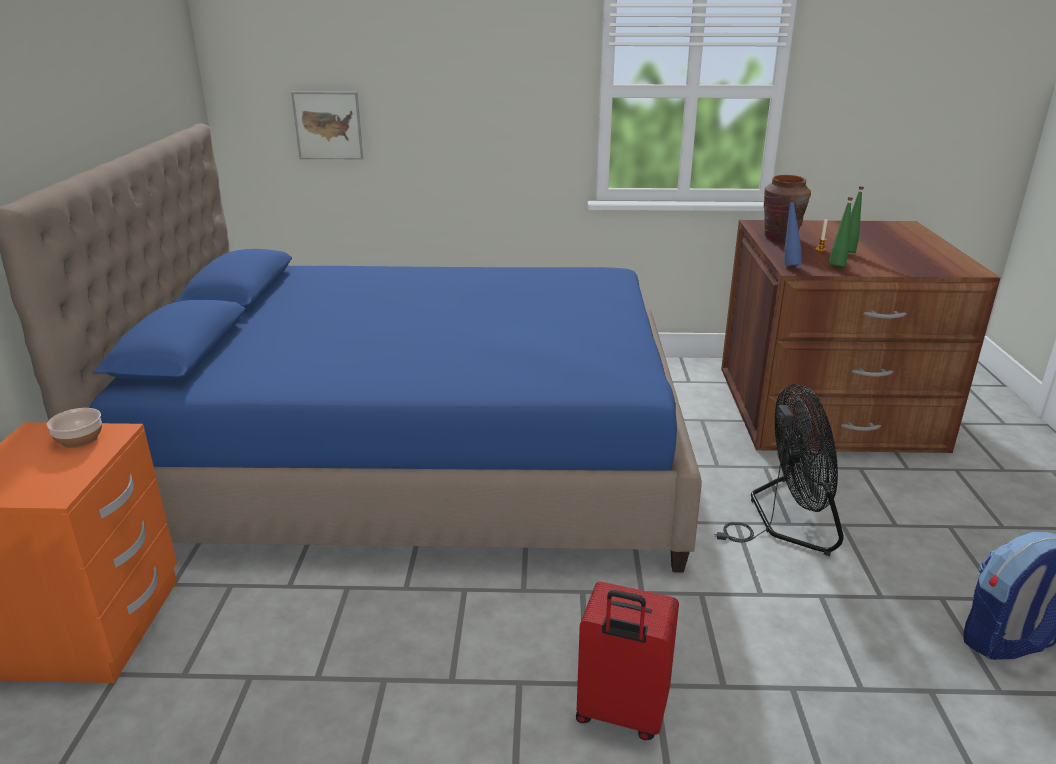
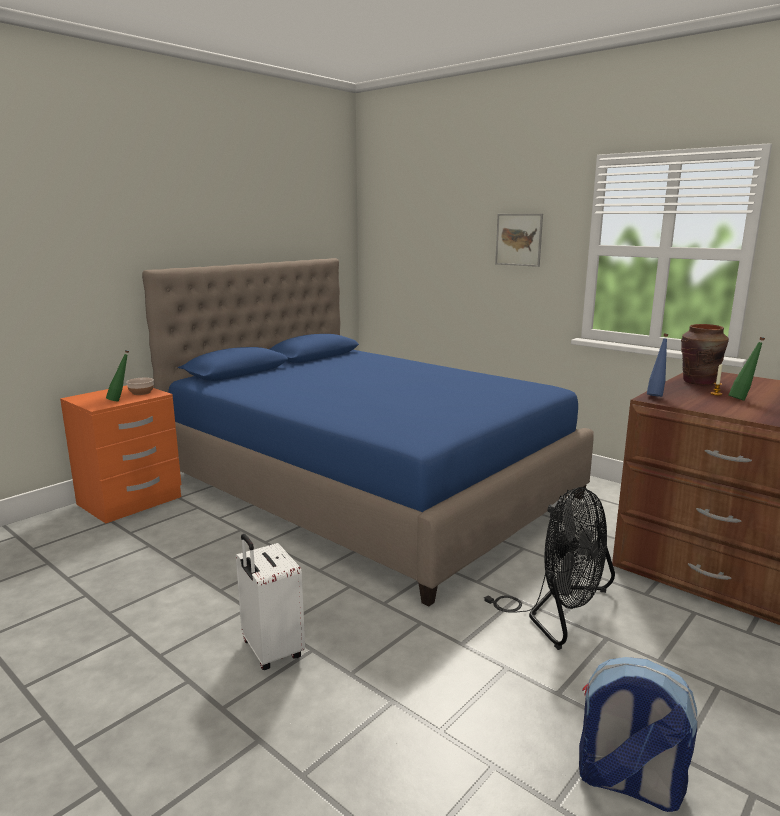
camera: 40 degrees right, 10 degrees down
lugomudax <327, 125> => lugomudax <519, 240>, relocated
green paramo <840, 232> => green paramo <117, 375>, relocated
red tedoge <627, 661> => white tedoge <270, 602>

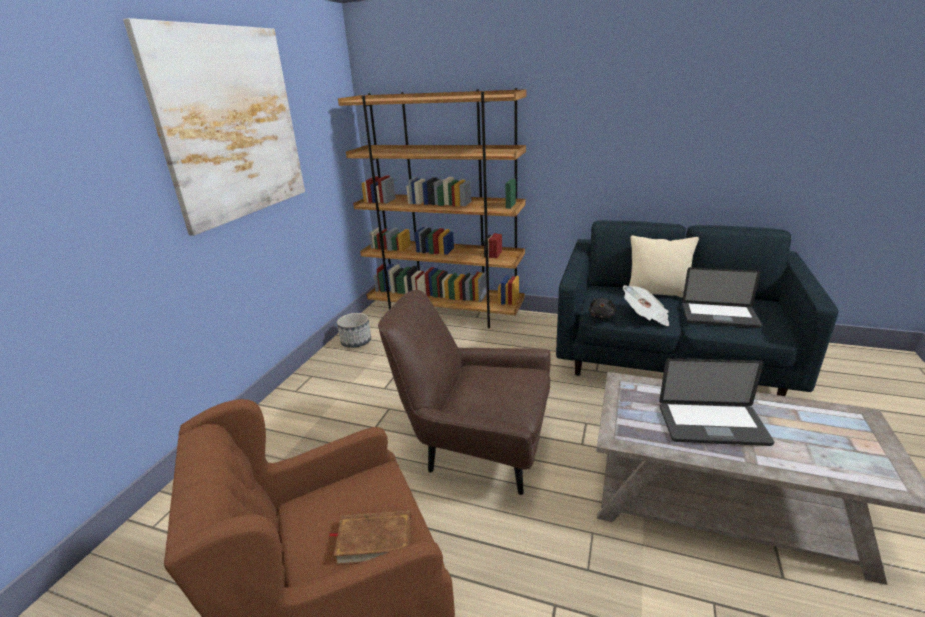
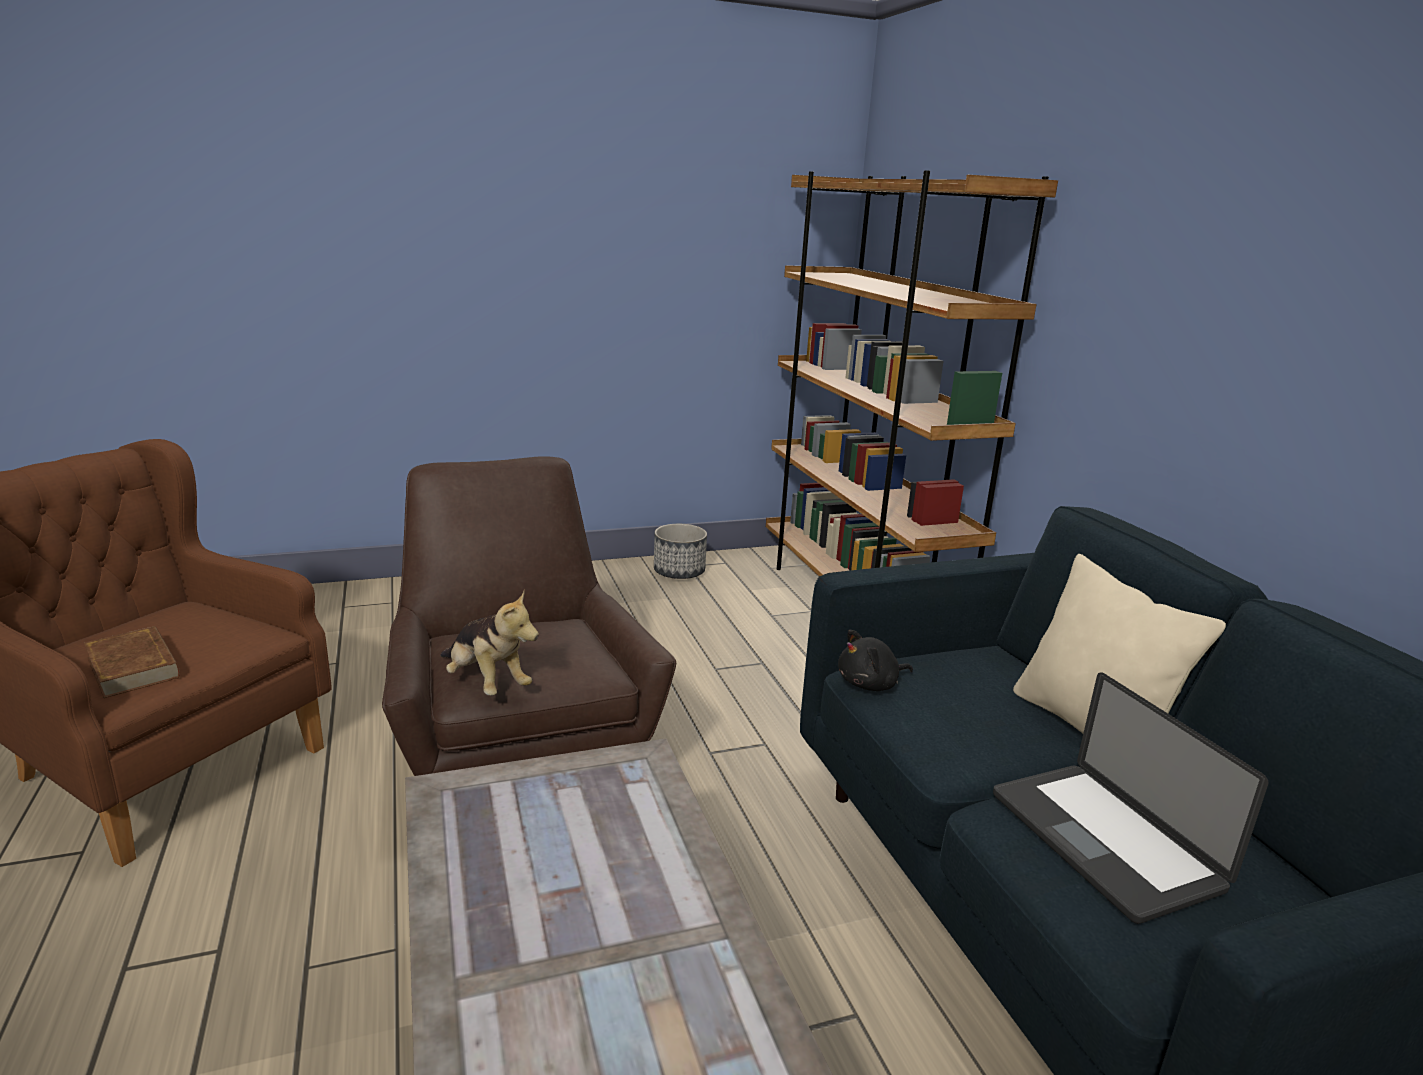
camera: 50 degrees right, 5 degrees down
lugomudax <214, 127> => nothing
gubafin <646, 305> => nothing
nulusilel <716, 402> => nothing
nothing => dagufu <489, 643>

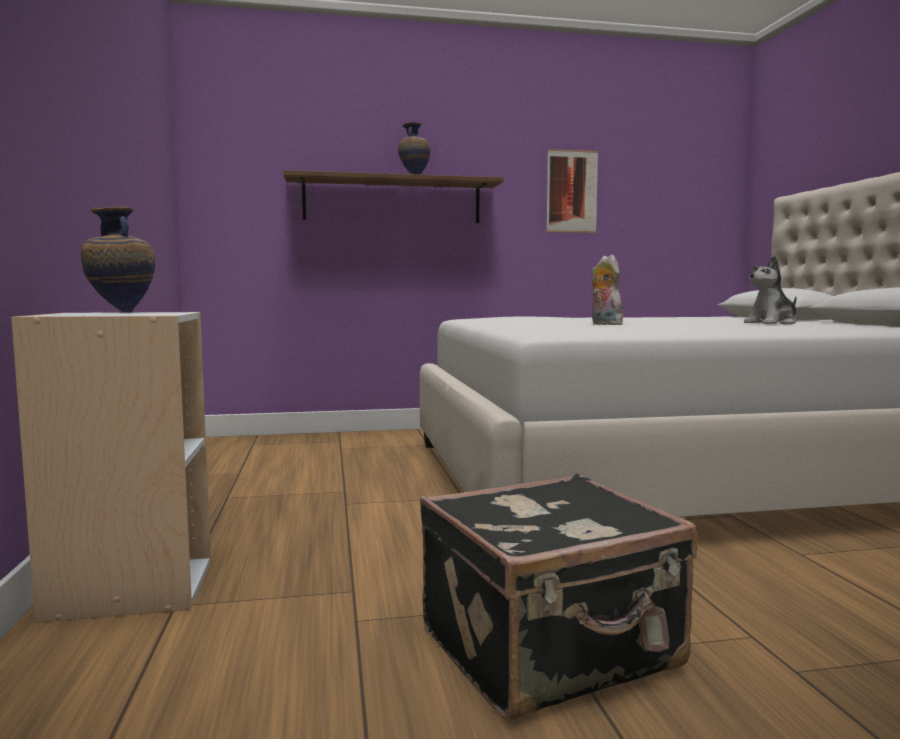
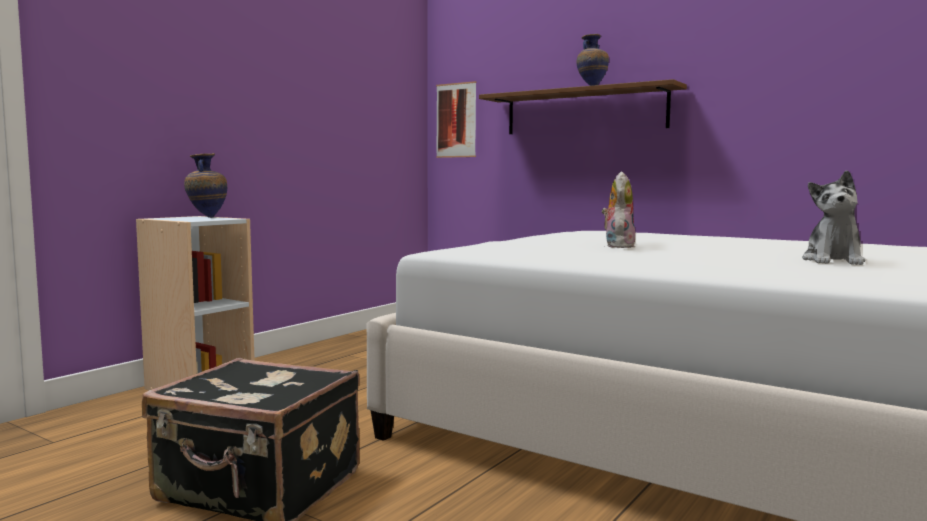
camera: 45 degrees right, 0 degrees up
lugomudax <572, 191> => lugomudax <456, 119>, relocated
dagufu <770, 290> => dagufu <834, 217>, 90 degrees counterclockwise

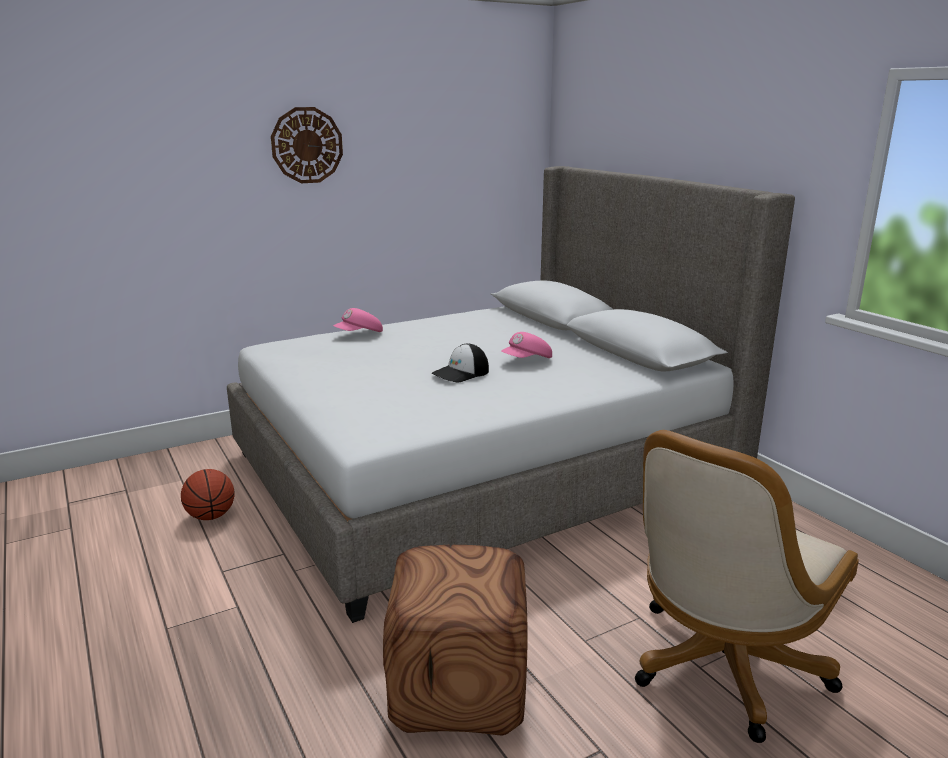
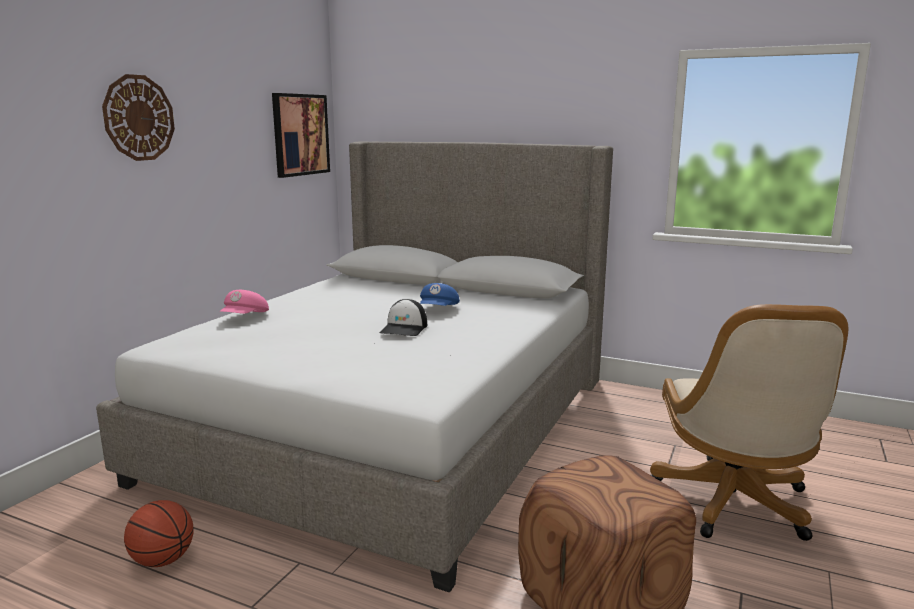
camera: 35 degrees left, 5 degrees down
nothing => lugomudax <301, 135>
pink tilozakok <526, 345> => blue tilozakok <440, 294>

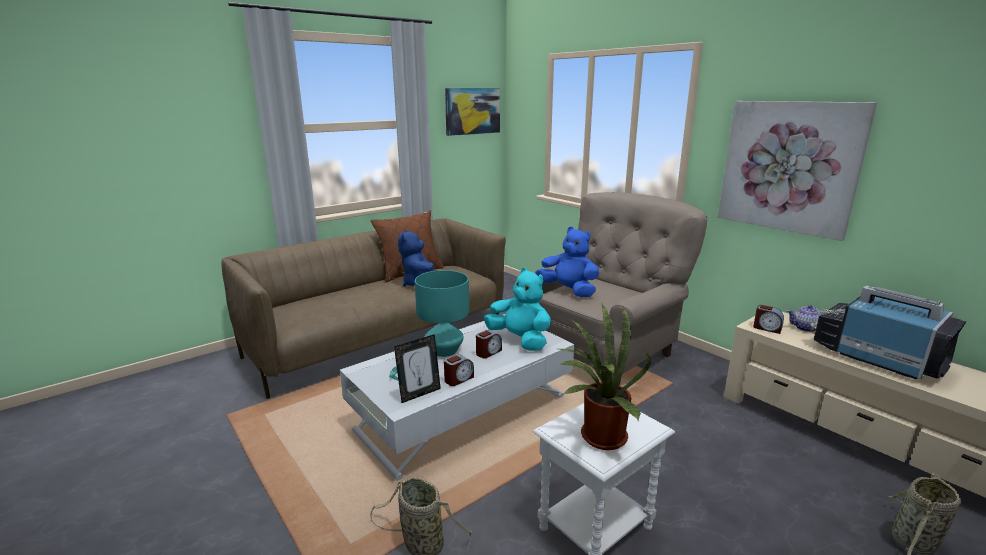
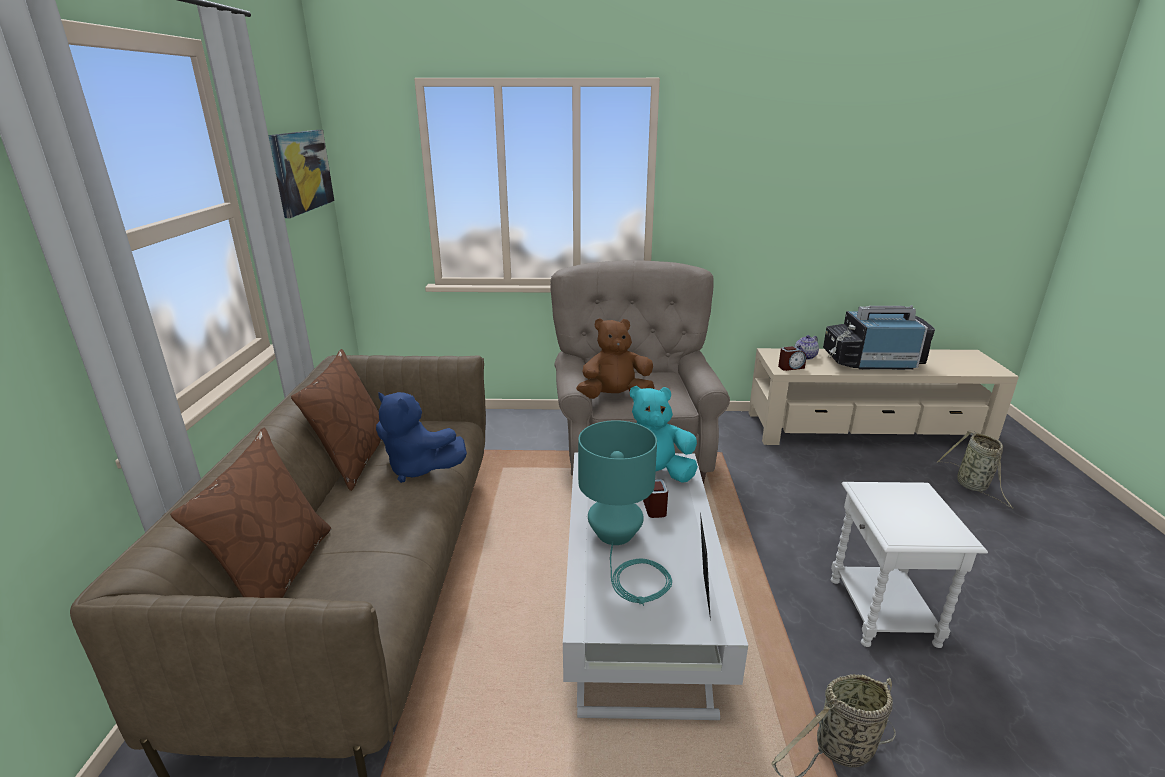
camera: 50 degrees left, 5 degrees up
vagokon <459, 370> => nothing
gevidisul <605, 377> => nothing
lugomudax <797, 171> => nothing
nothing => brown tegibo <250, 513>
blue dagufu <567, 262> => brown dagufu <615, 358>

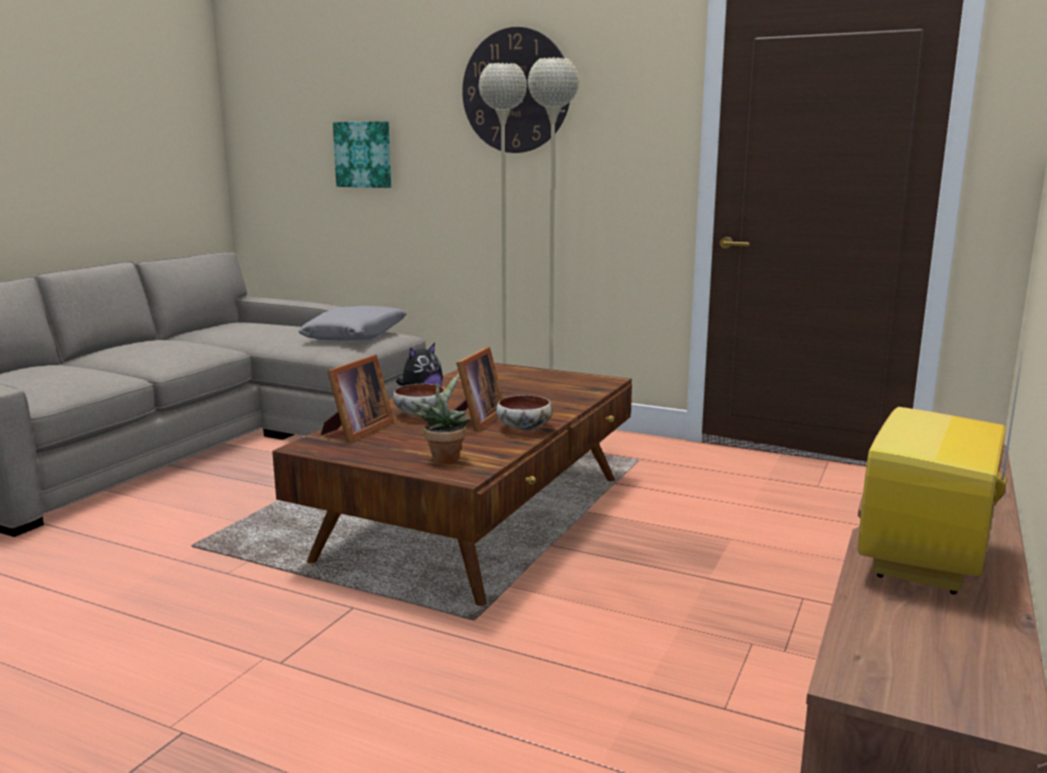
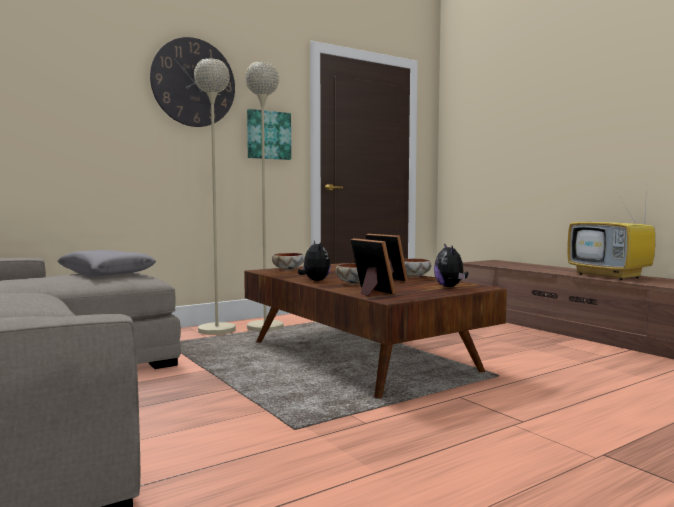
camera: 60 degrees left, 10 degrees down
nothing => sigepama <288, 261>
lugomudax <362, 154> => lugomudax <269, 134>, relocated
gevidisul <440, 418> => dagufu <451, 265>

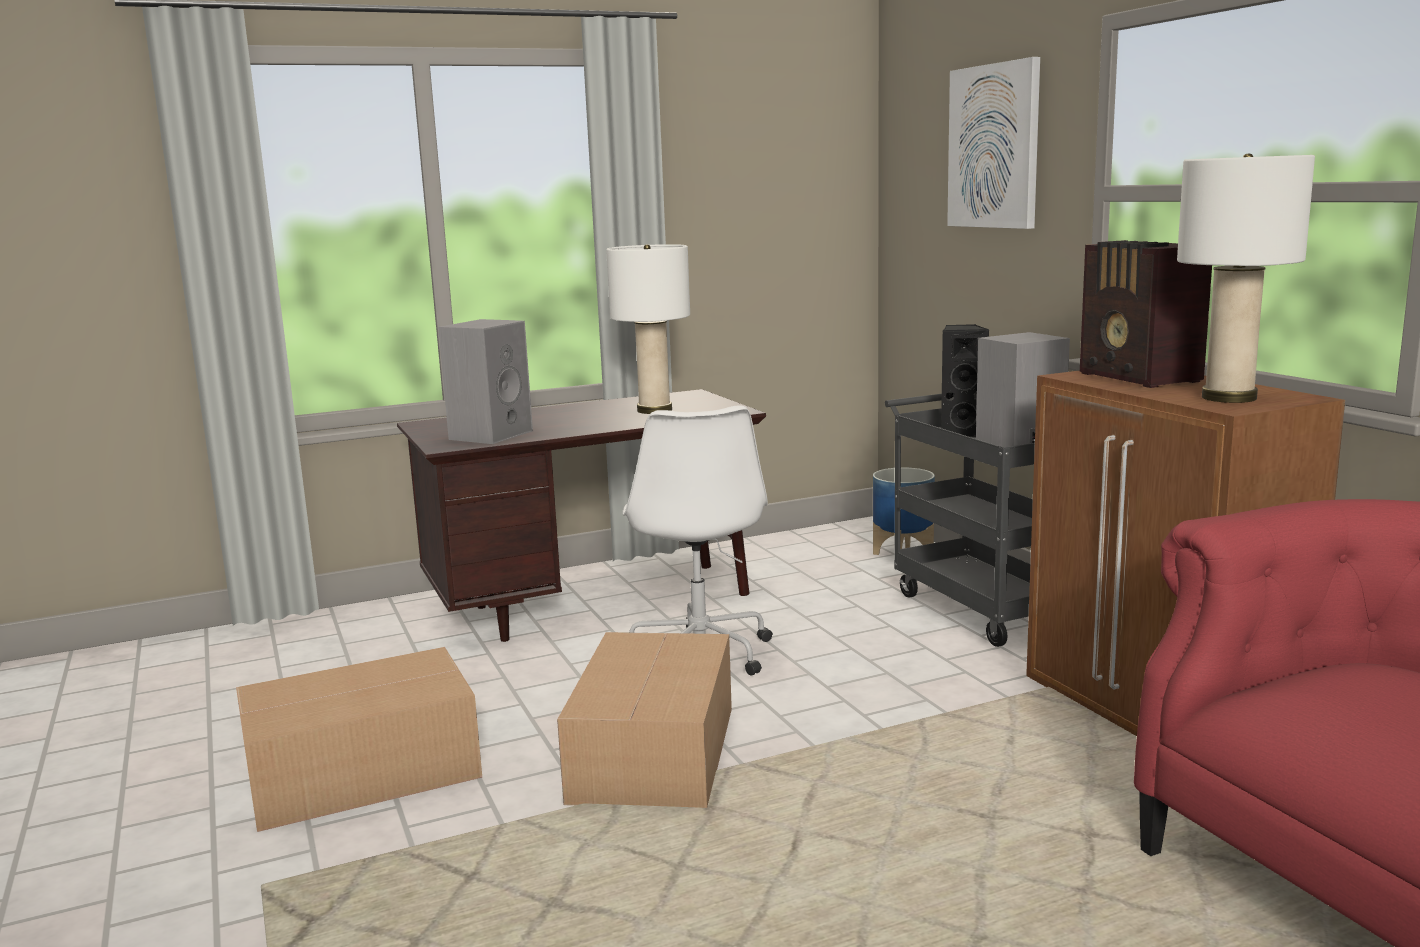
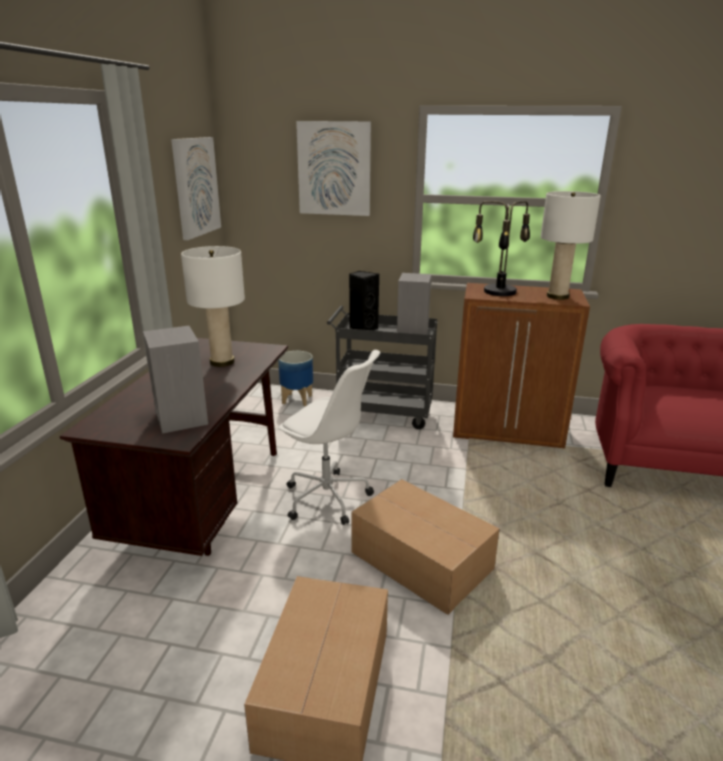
camera: 55 degrees left, 10 degrees up
nothing => lugomudax <196, 188>
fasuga <1146, 314> => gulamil <501, 248>

